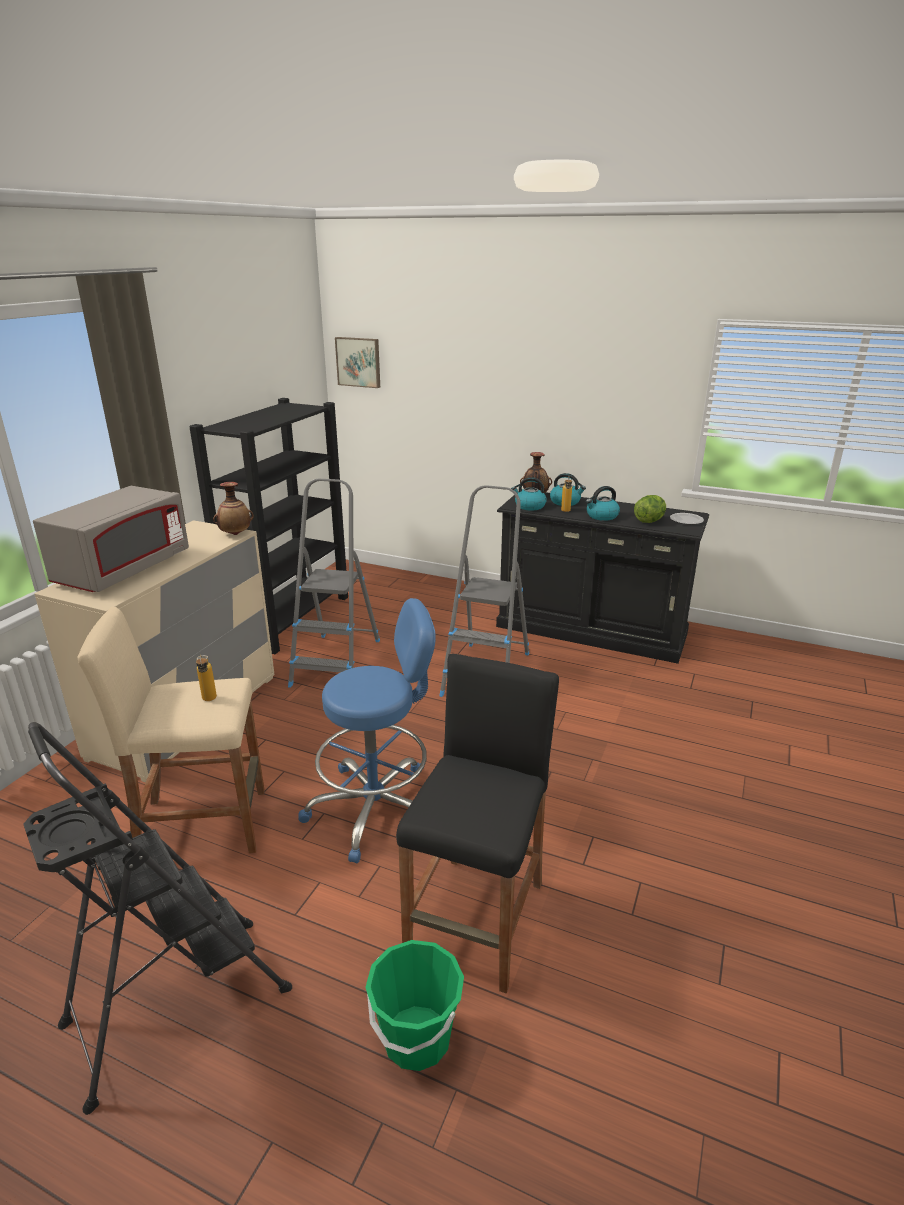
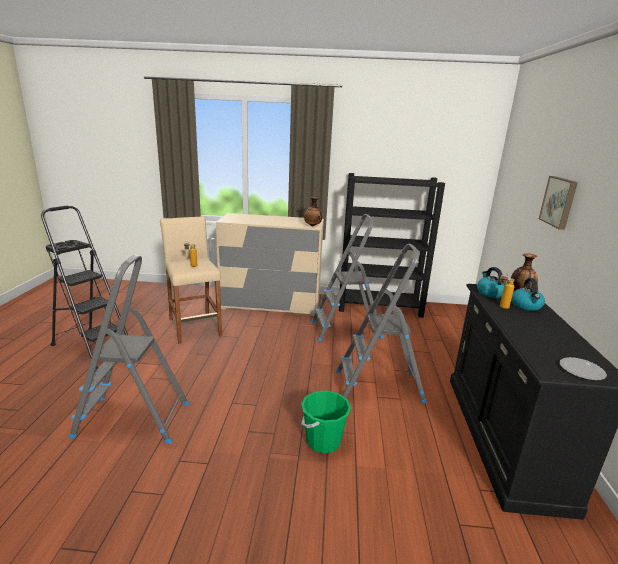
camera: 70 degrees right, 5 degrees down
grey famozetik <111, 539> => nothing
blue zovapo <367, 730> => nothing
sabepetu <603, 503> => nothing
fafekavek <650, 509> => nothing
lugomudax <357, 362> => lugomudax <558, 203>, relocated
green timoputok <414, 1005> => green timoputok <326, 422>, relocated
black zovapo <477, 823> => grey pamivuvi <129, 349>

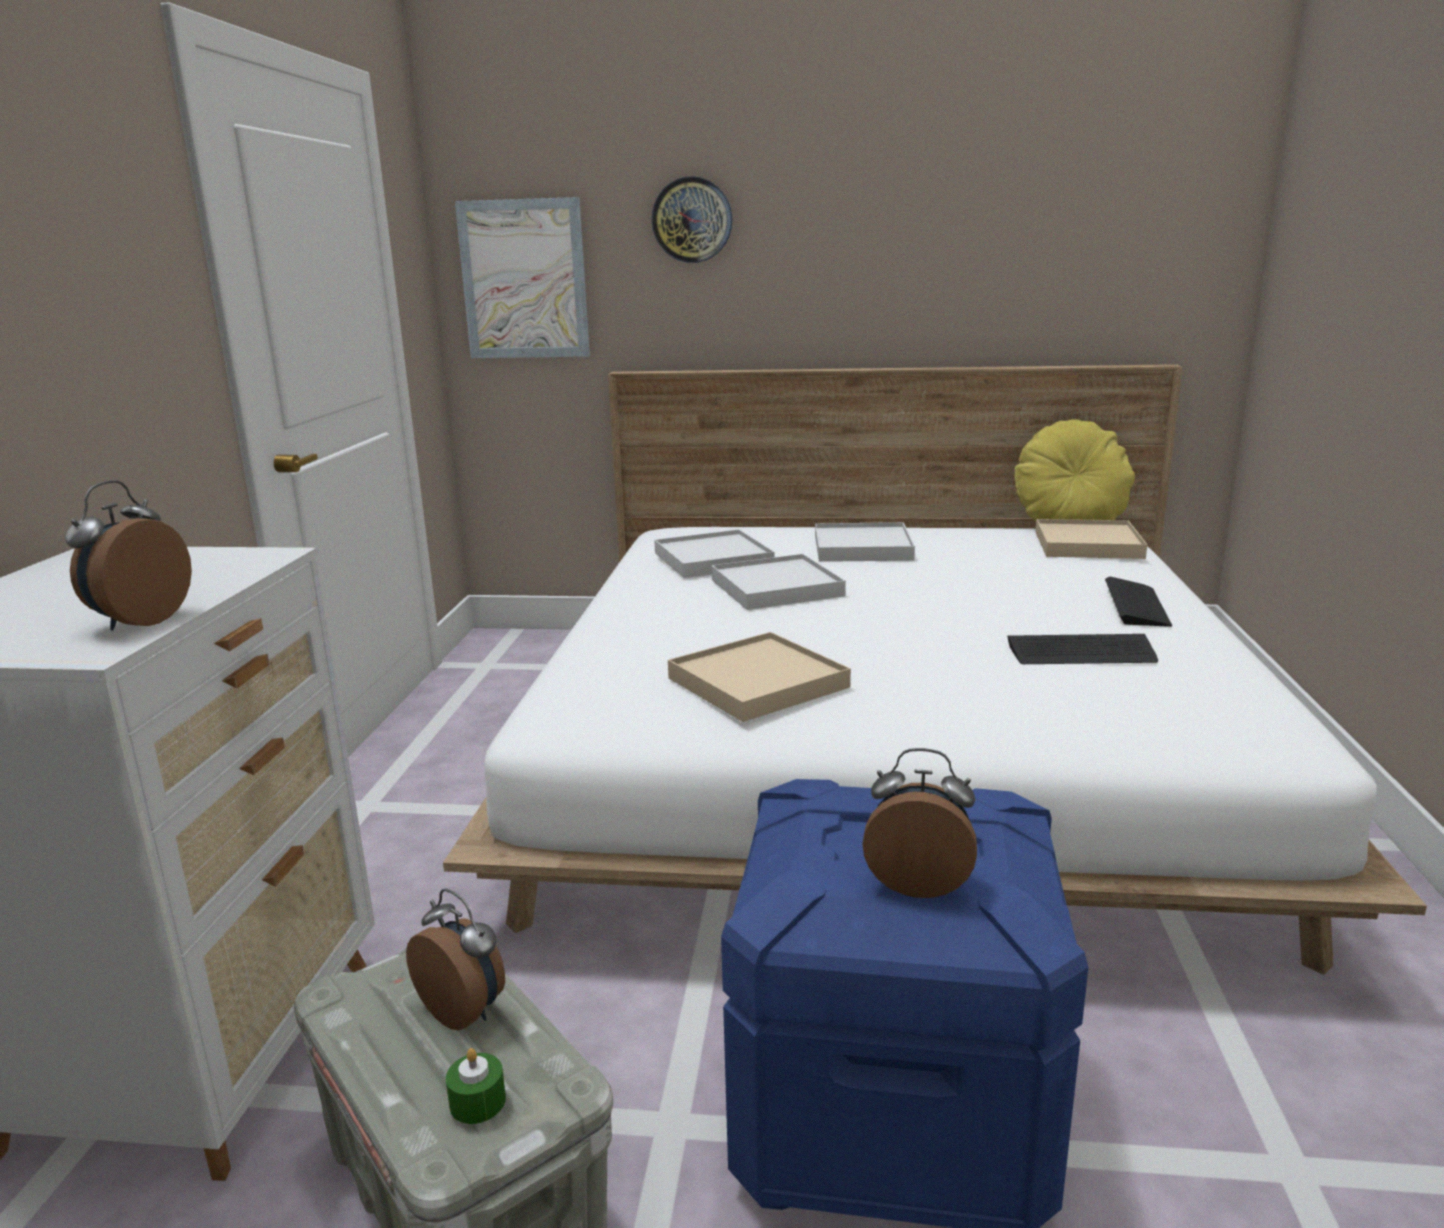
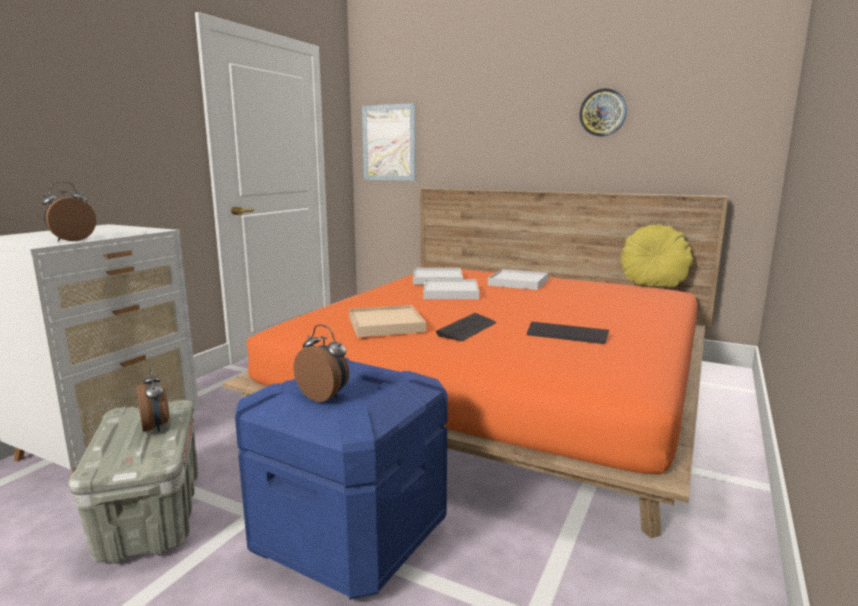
camera: 20 degrees right, 5 degrees down
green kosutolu <476, 1086> => nothing
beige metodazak <1091, 539> => nothing
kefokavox <692, 220> => kefokavox <603, 112>, relocated
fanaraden <1138, 602> => fanaraden <466, 327>, relocated
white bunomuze <935, 669> => orange bunomuze <475, 363>

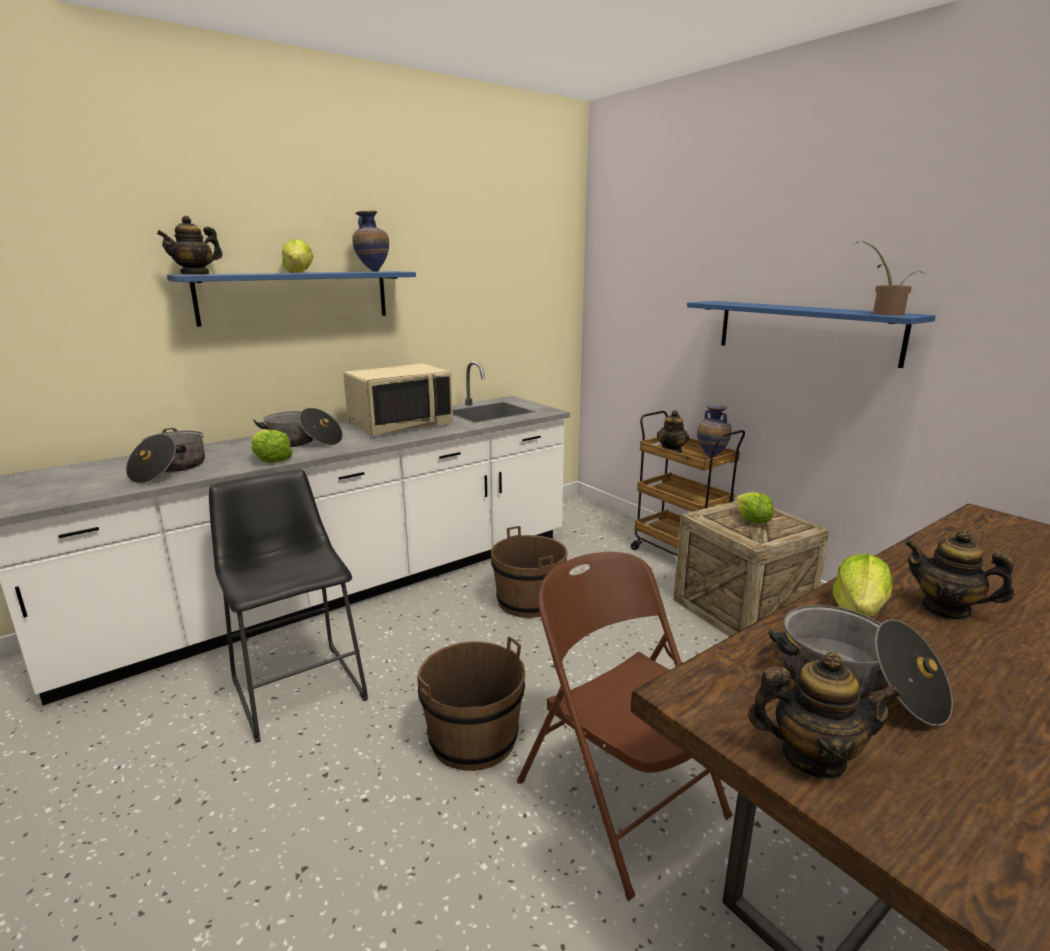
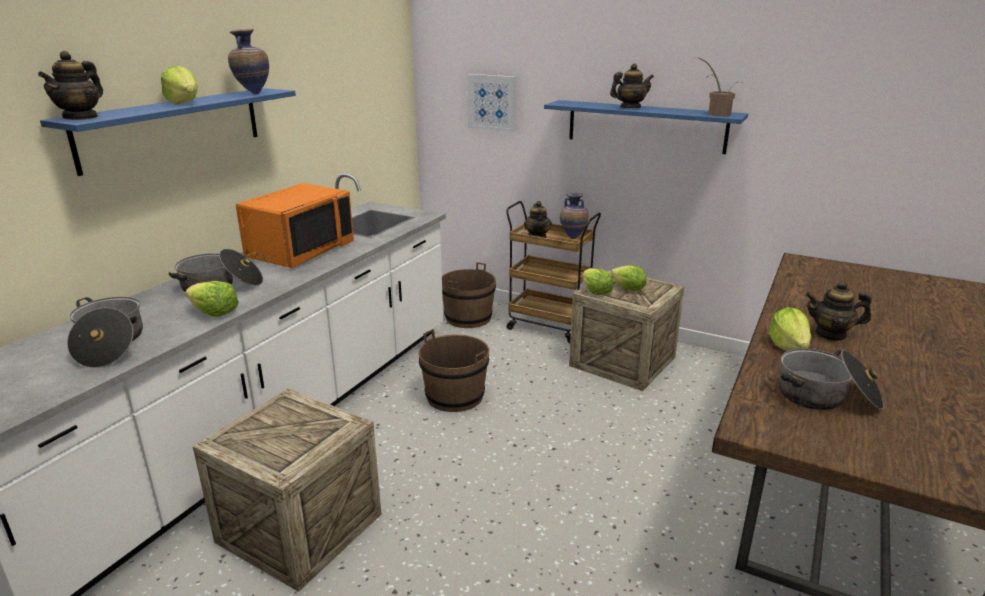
camera: 25 degrees left, 5 degrees up
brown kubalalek <625, 726> => nothing
nothing => lugomudax <491, 103>
nothing => fafekavek <598, 281>
brown timoputok <471, 703> => brown timoputok <469, 295>, relocated
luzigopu <824, 715> => luzigopu <632, 85>, relocated
black zovapo <288, 606> => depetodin <287, 490>
beige famozetik <398, 399> => orange famozetik <295, 225>

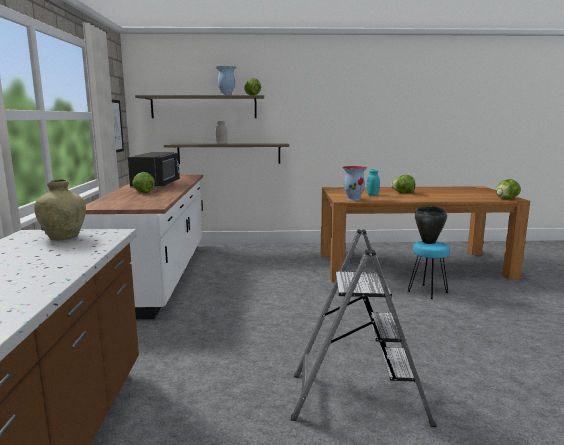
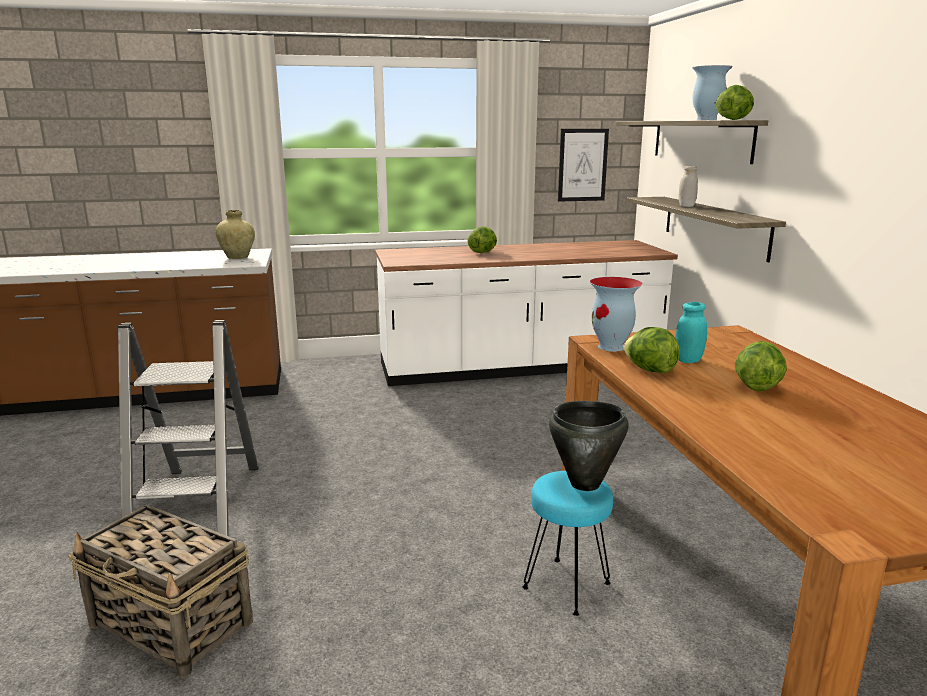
camera: 80 degrees right, 5 degrees up
black famozetik <154, 170> => nothing
nothing => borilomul <160, 591>
fafekavek <508, 189> => fafekavek <651, 350>, relocated

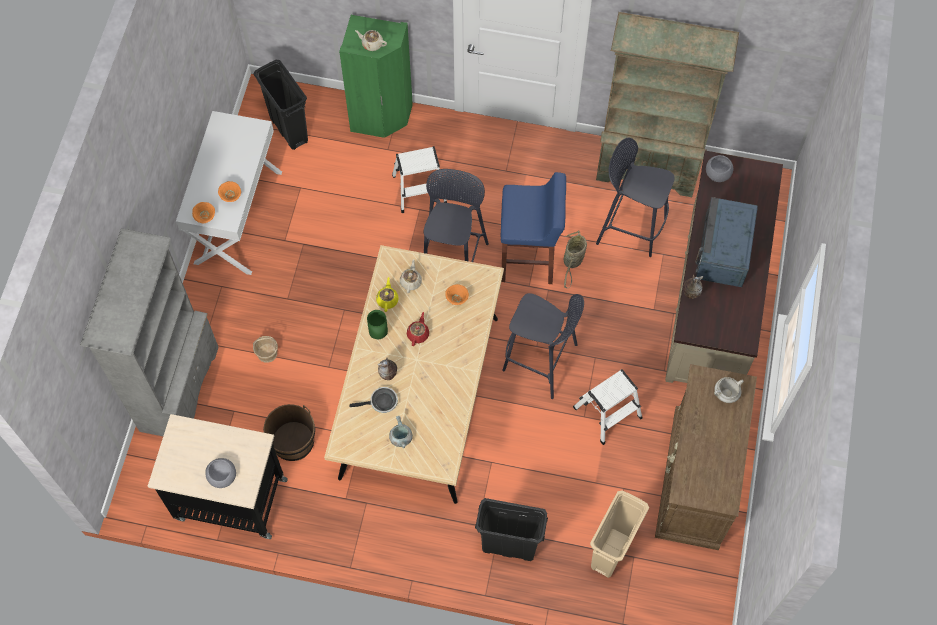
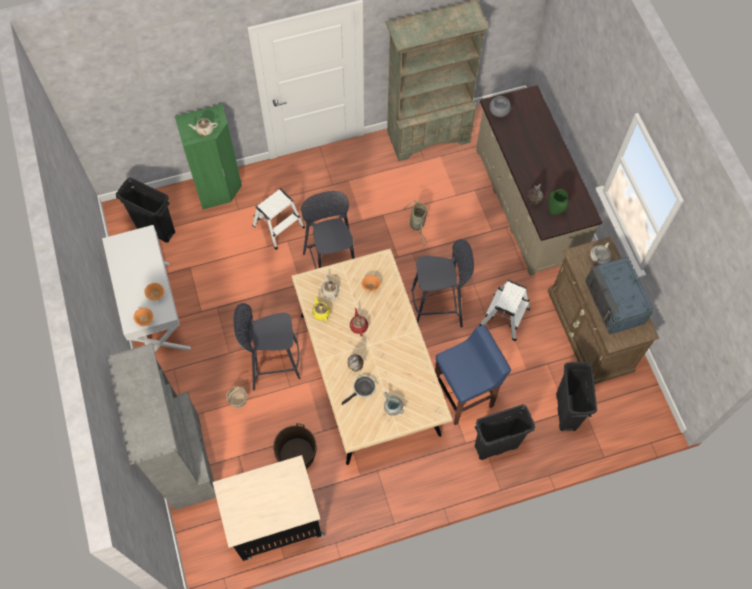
camera: 30 degrees left, 0 degrees up
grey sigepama <220, 473> => nothing
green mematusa <377, 324> => green mematusa <558, 202>, relocated
blue zovapo <533, 228> => blue zovapo <473, 375>, relocated
grey zovapo <635, 197> => grey zovapo <267, 346>, relocated
blue famozetik <726, 242> => blue famozetik <619, 296>, relocated
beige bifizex <619, 534> => black bifizex <576, 396>

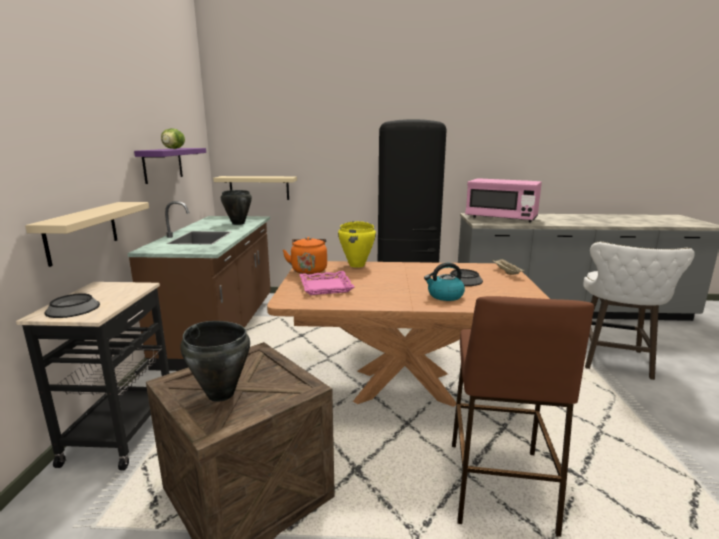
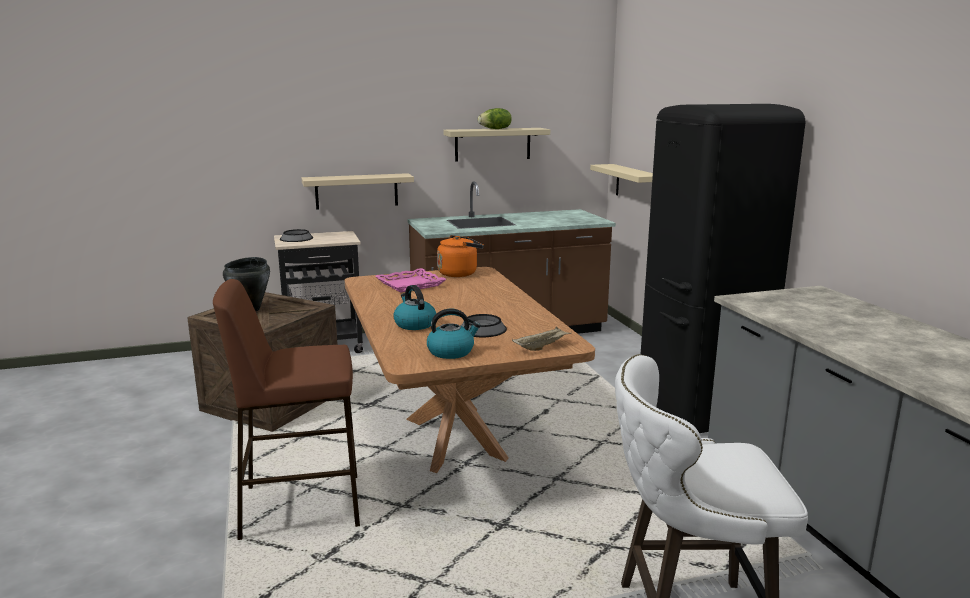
camera: 70 degrees right, 0 degrees up
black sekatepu <236, 207> => nothing
yellow sekatepu <357, 244> => nothing
pink famozetik <503, 200> => nothing
nothing => sabepetu <454, 334>
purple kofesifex <170, 166> => beige kofesifex <496, 144>

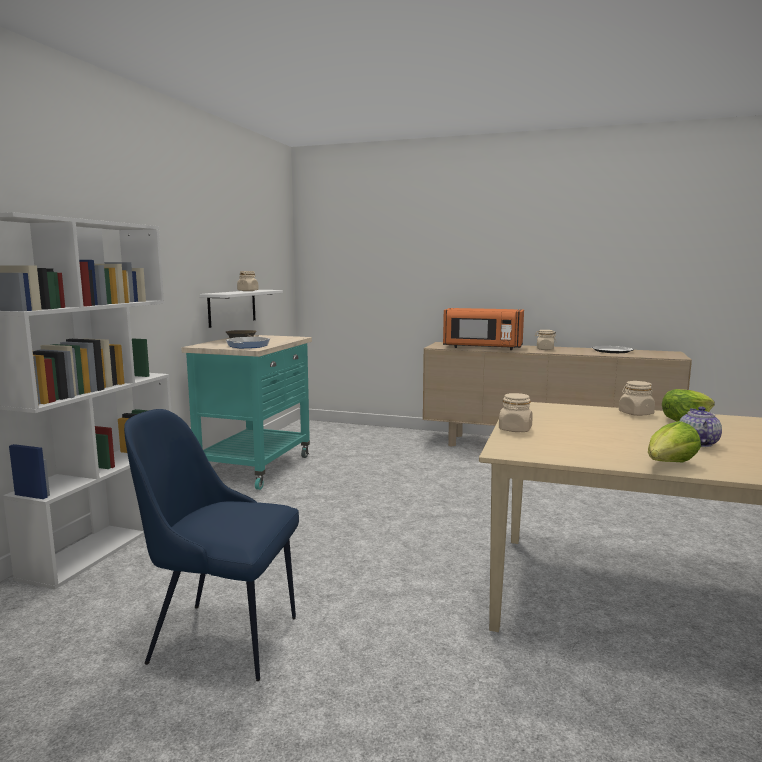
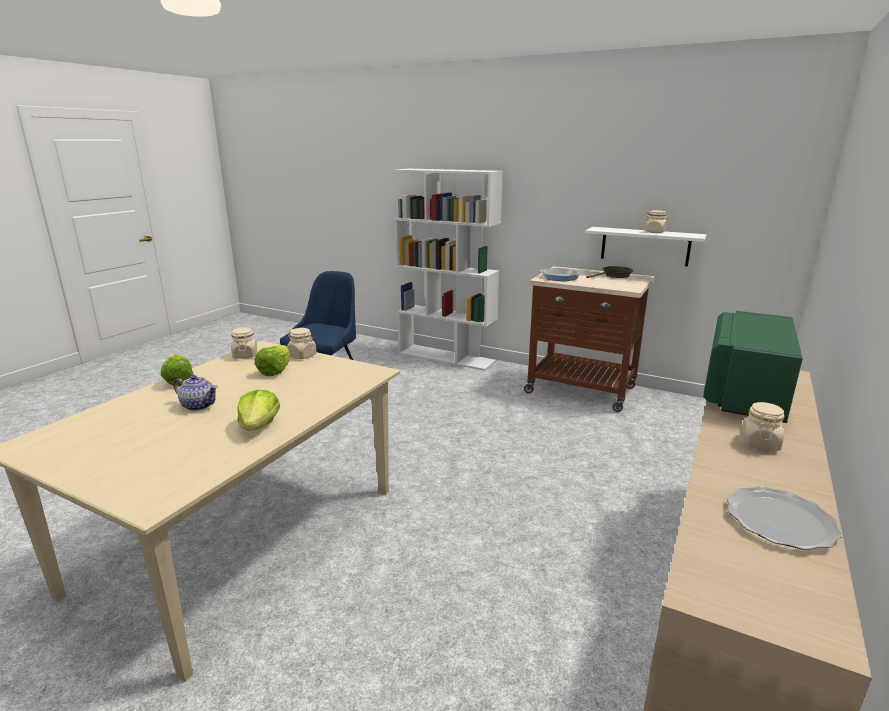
camera: 100 degrees right, 10 degrees up
nothing => fafekavek <272, 360>
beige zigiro <637, 398> => beige zigiro <244, 343>, relocated
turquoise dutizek <246, 412> => brown dutizek <589, 339>
orange famozetik <483, 329> => green famozetik <753, 367>

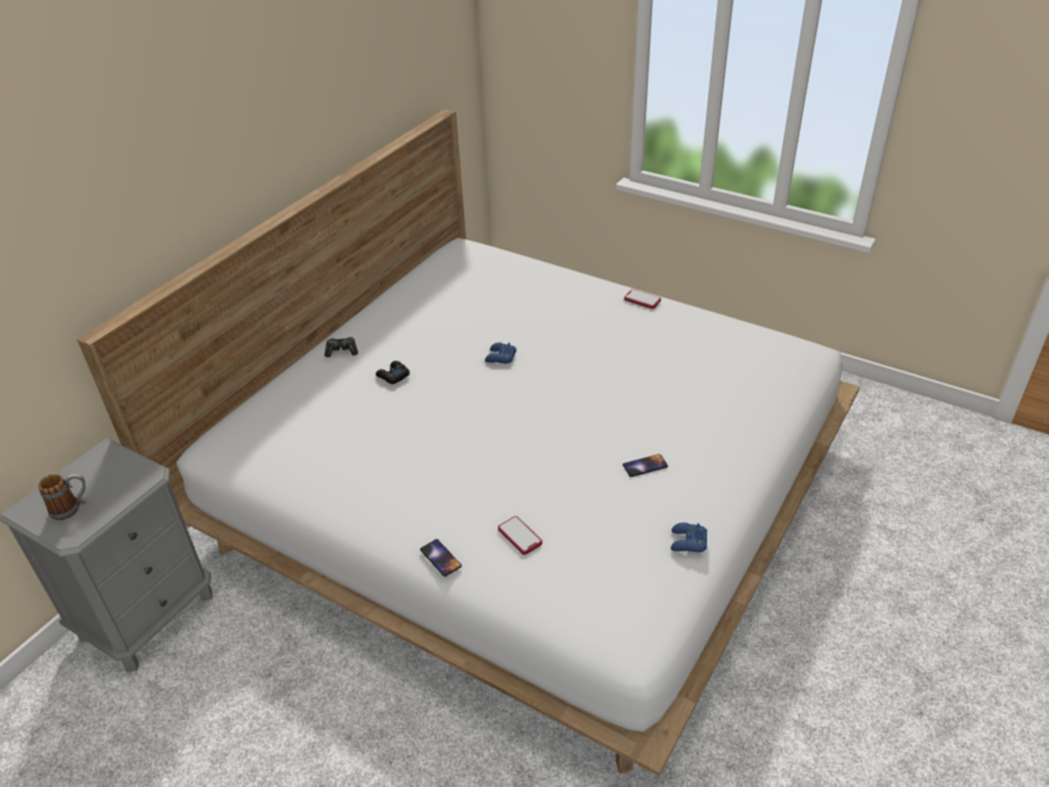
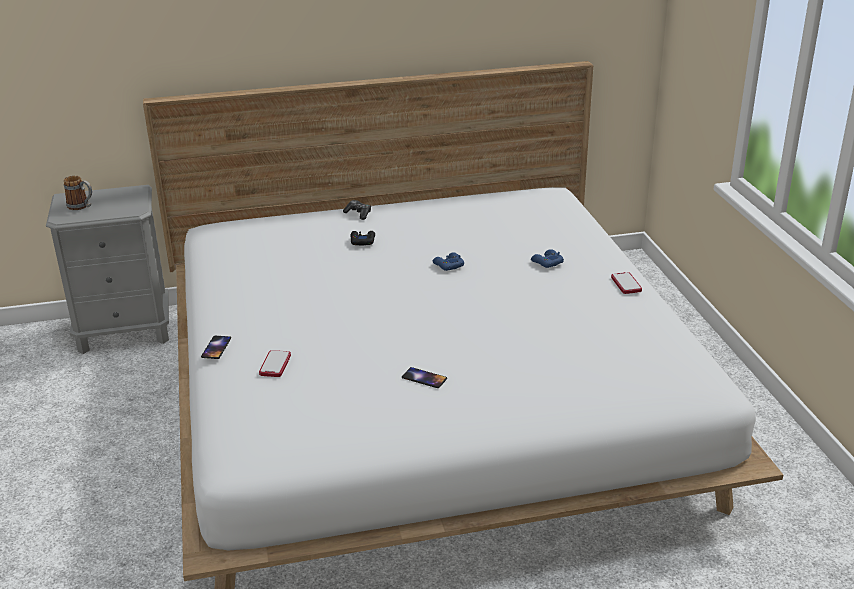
camera: 45 degrees right, 10 degrees down
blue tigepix <689, 537> => blue tigepix <547, 258>, relocated

